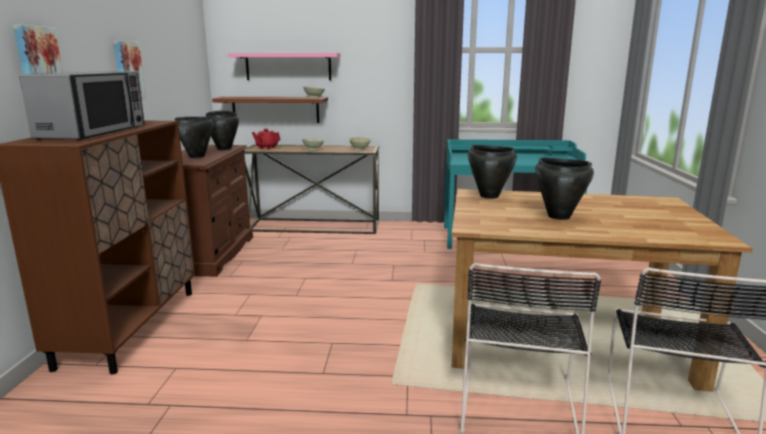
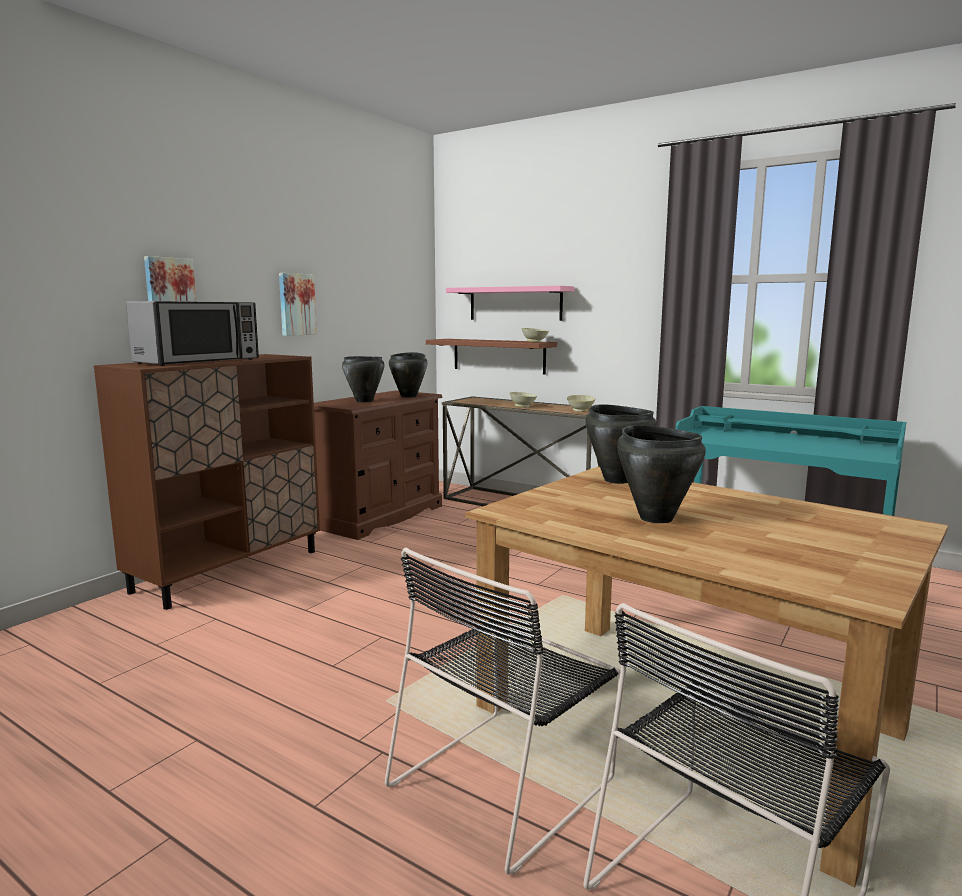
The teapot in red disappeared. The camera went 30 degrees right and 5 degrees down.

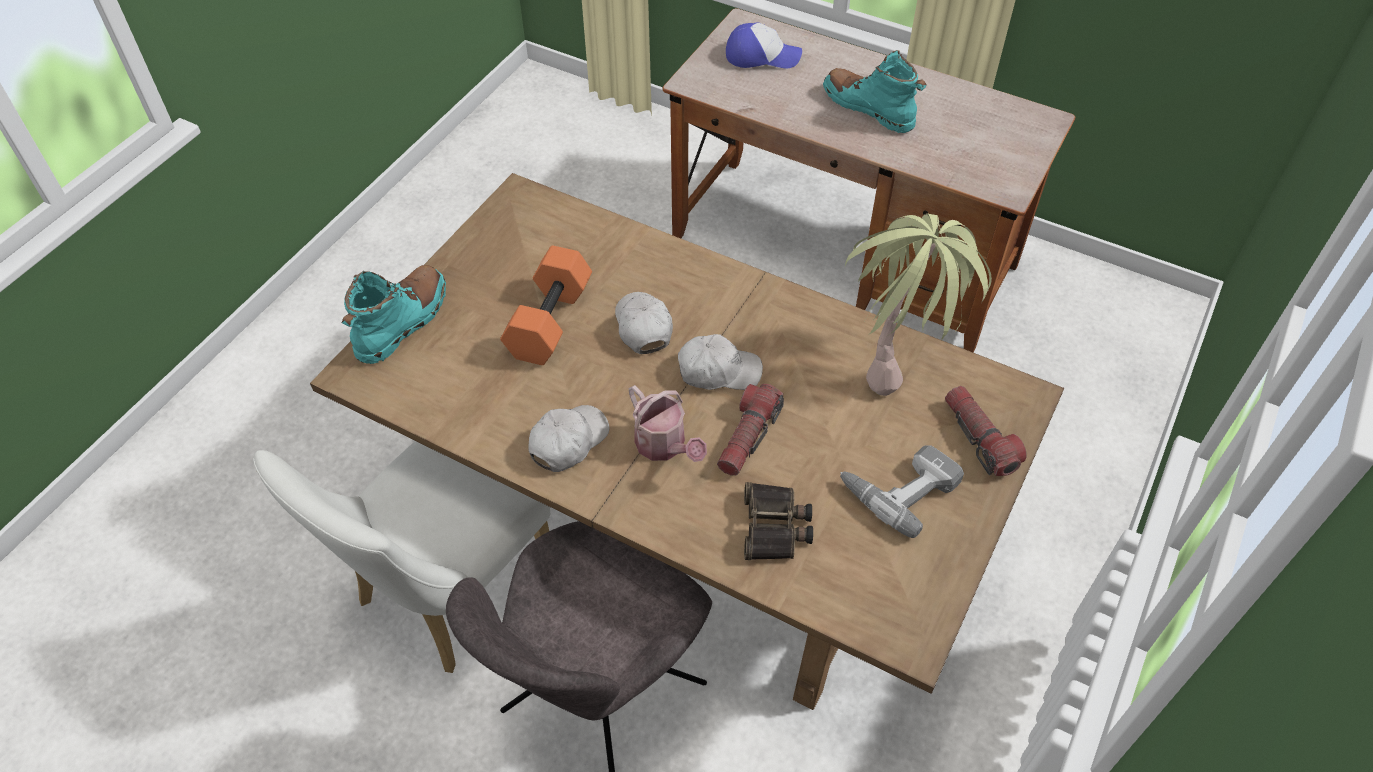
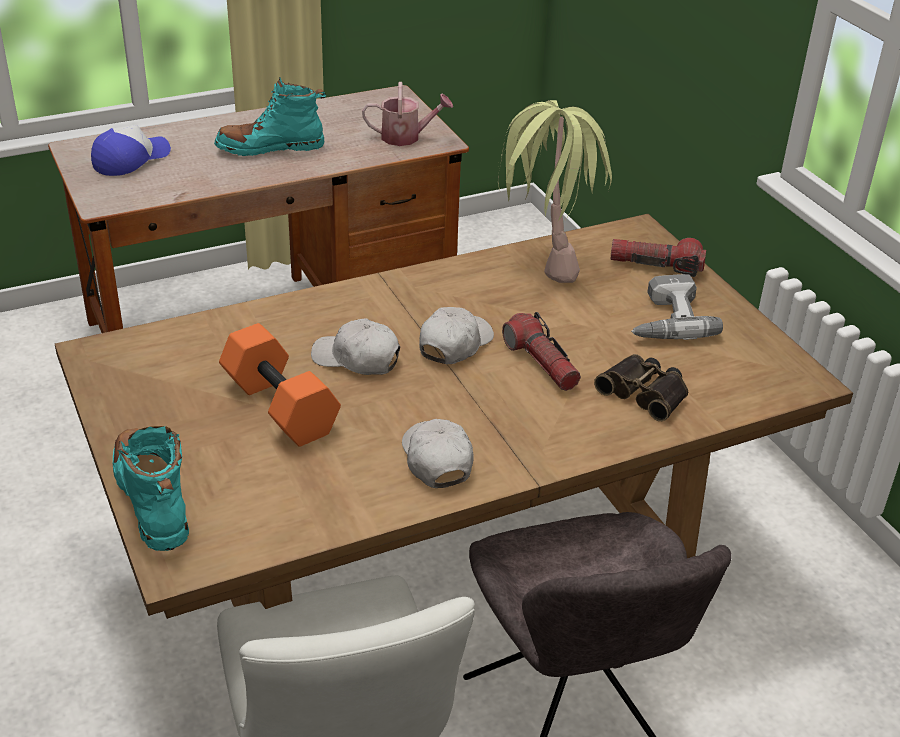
The watering can moved. The camera went 55 degrees left and 15 degrees down.

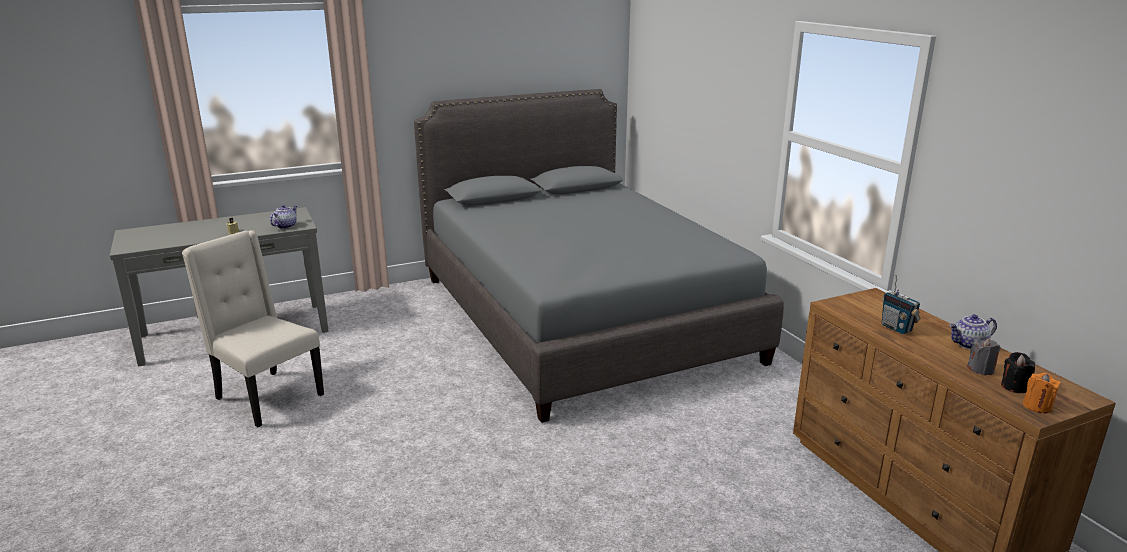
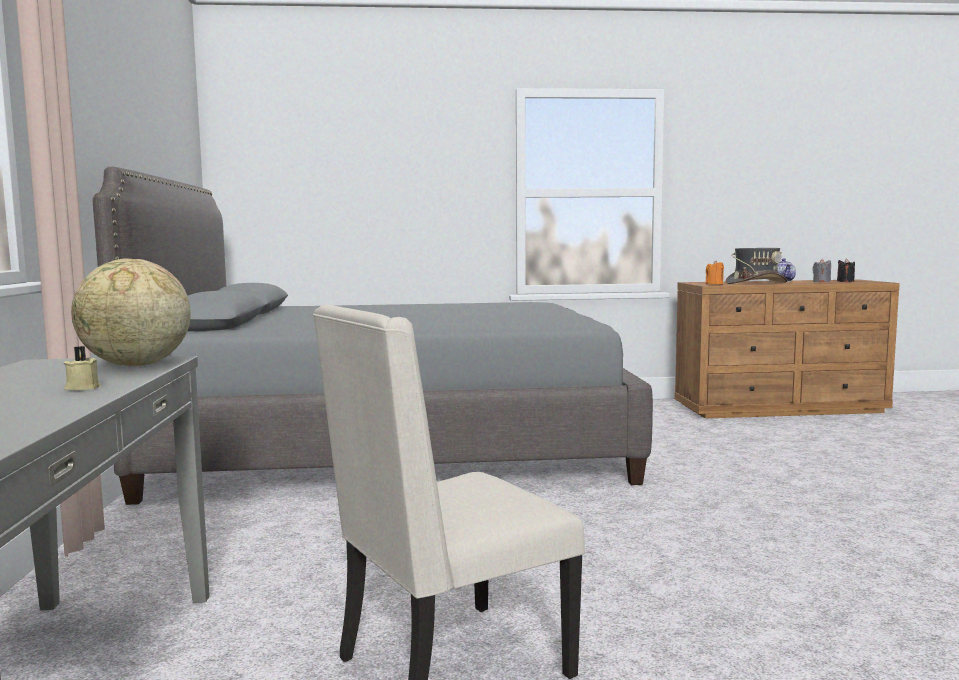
The teapot (1st from left) was replaced by the globe. The radio was replaced by the hat in grey. The candle in orange moved. The camera went 70 degrees left and 15 degrees down.

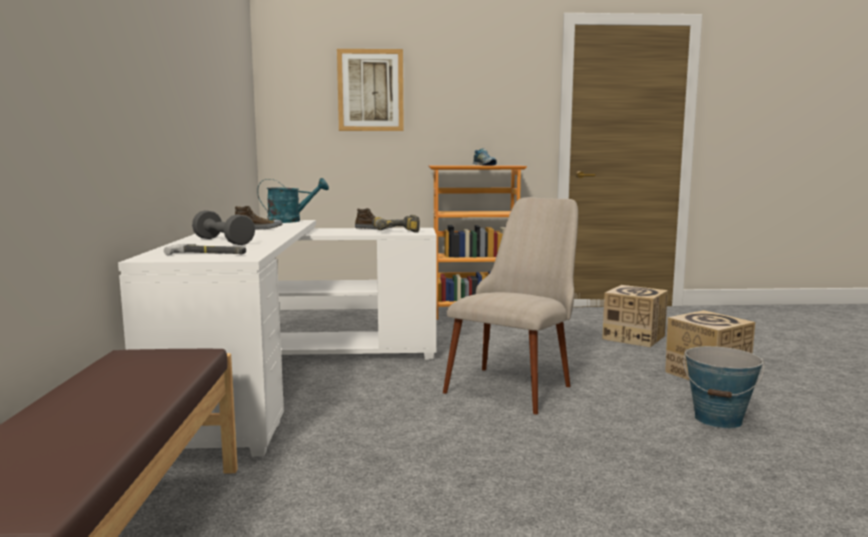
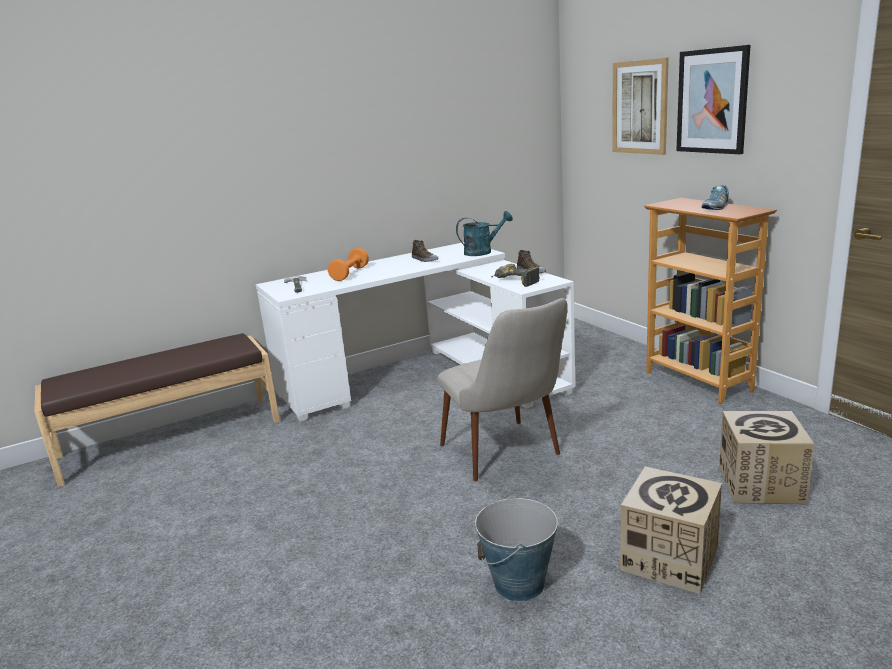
The watering can in turquoise turned 75 degrees counterclockwise. The chair in beige turned 60 degrees clockwise. The dumbbell in grey became the dumbbell in orange. The picture (2nd from left) appeared. The camera went 65 degrees right and 10 degrees up.

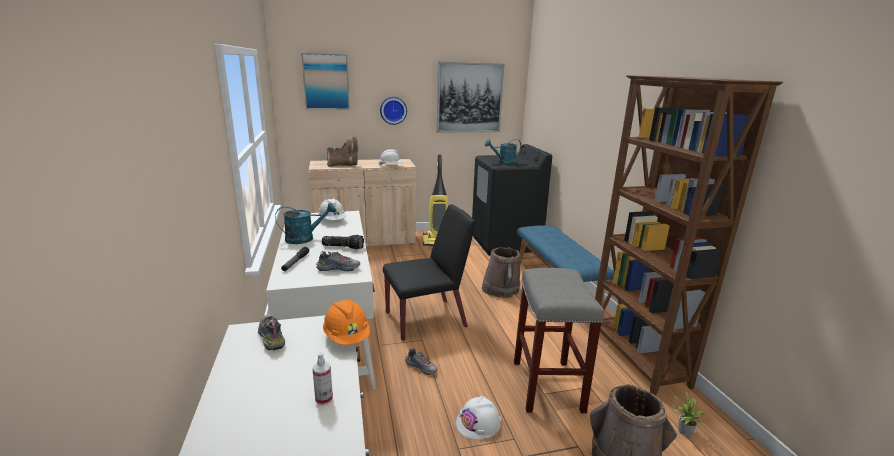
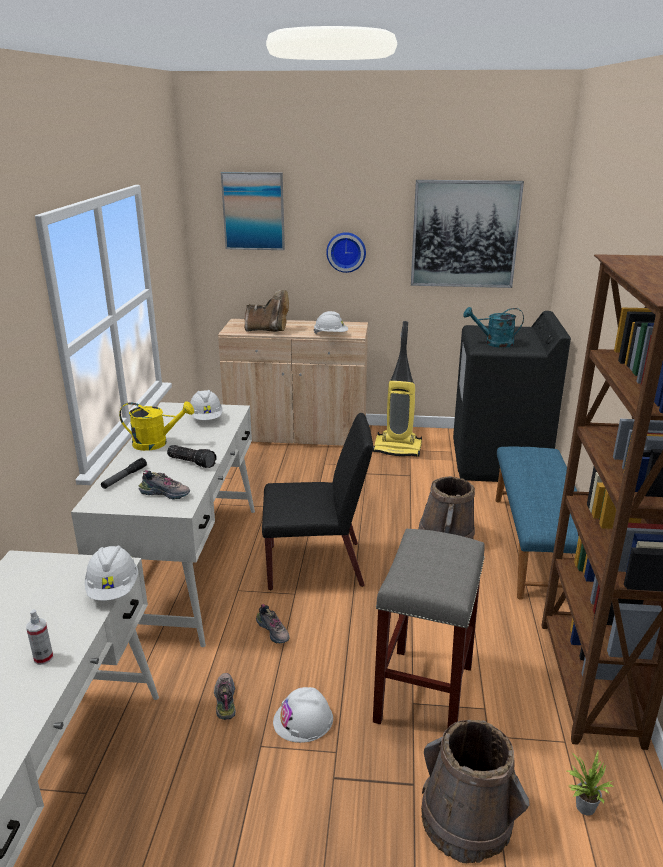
The watering can in turquoise (1st from left) became the watering can in yellow. The hard hat in orange became the hard hat in white (1st from left). The shoe (1st from left in the first image) moved. The camera went 20 degrees right and 5 degrees up.

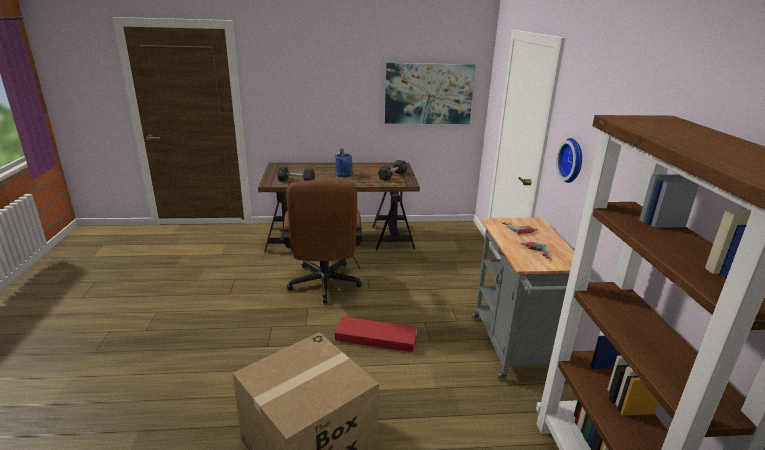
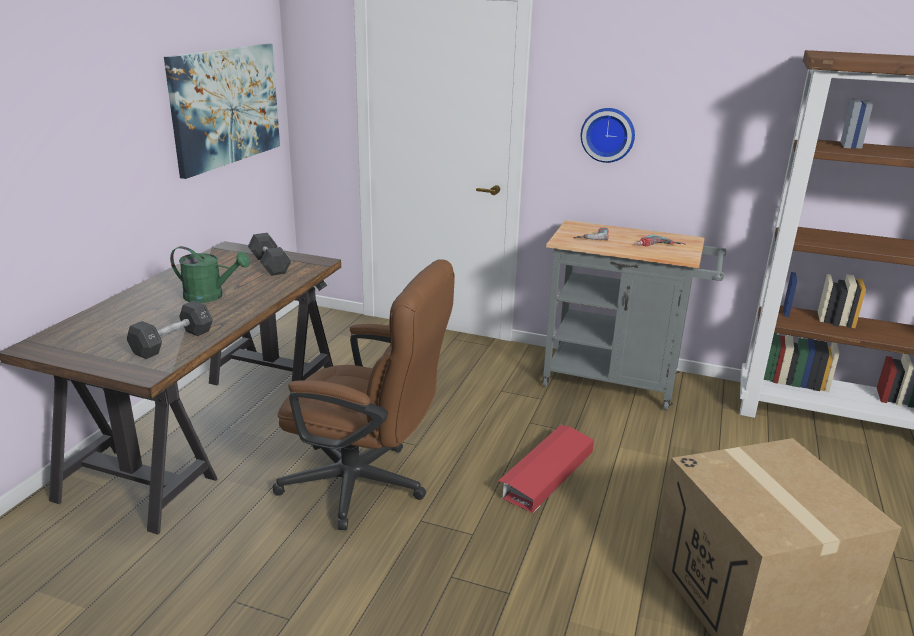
The watering can in blue became the watering can in green. The camera went 65 degrees left and 0 degrees up.

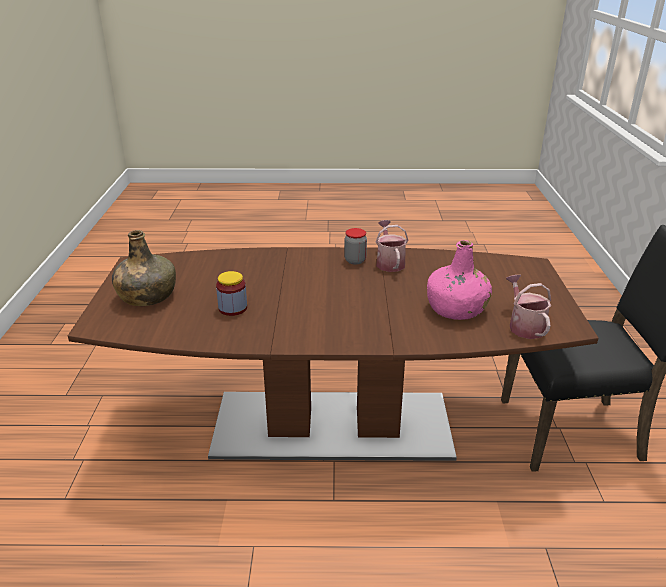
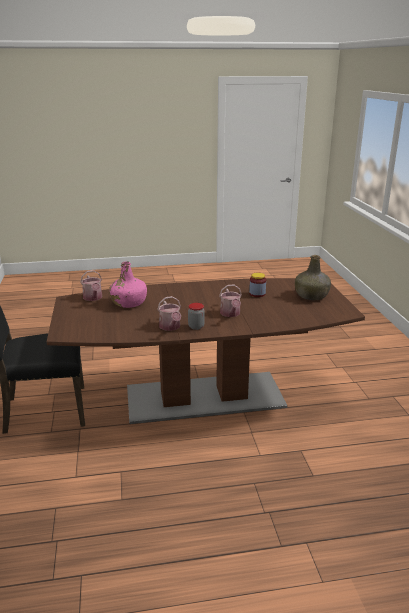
The watering can (3rd from left) appeared. The camera went 170 degrees right and 5 degrees down.

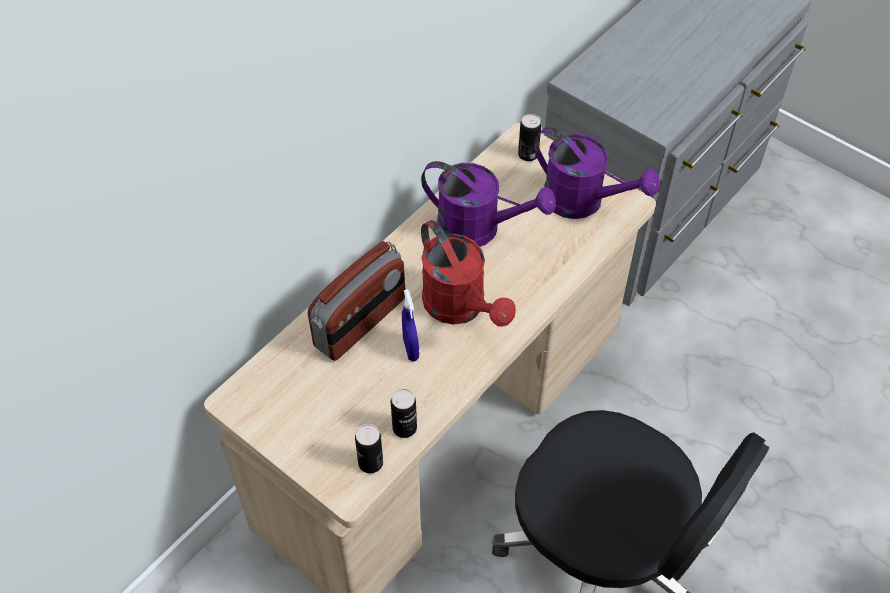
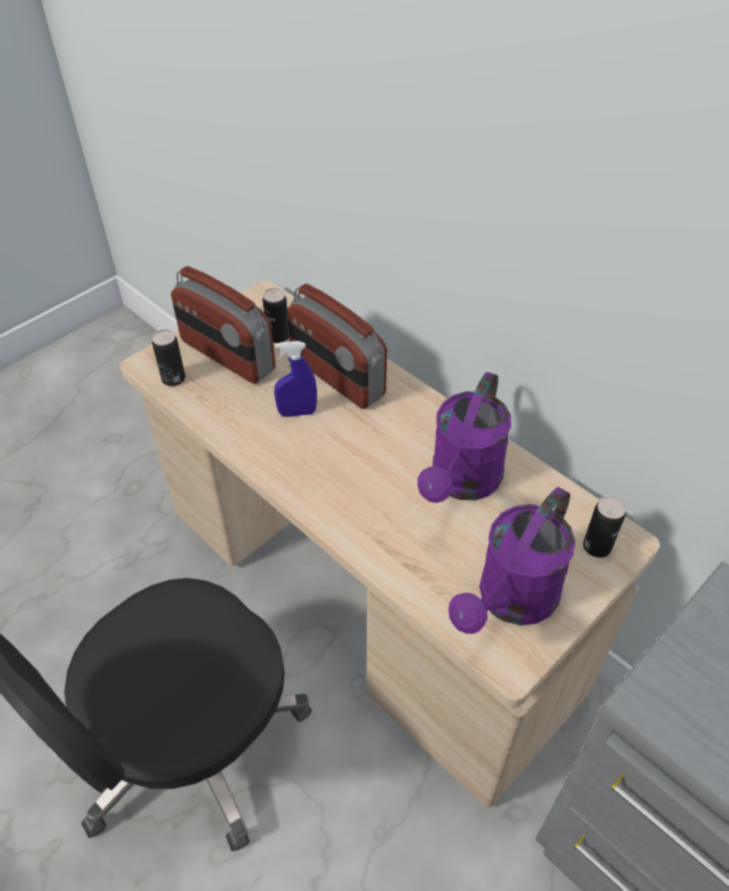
The watering can in red disappeared. The can (2nd from left) moved. The radio (1st from left) appeared. The camera went 95 degrees right and 5 degrees down.

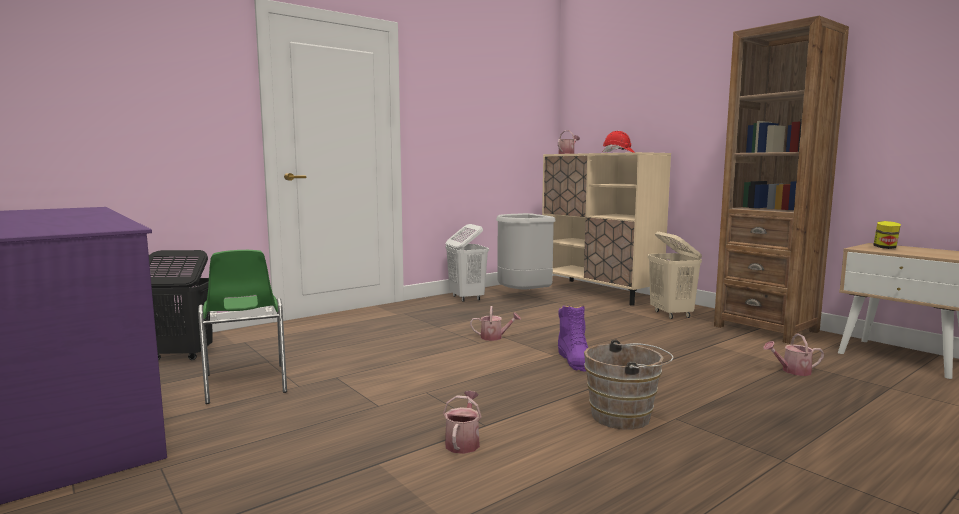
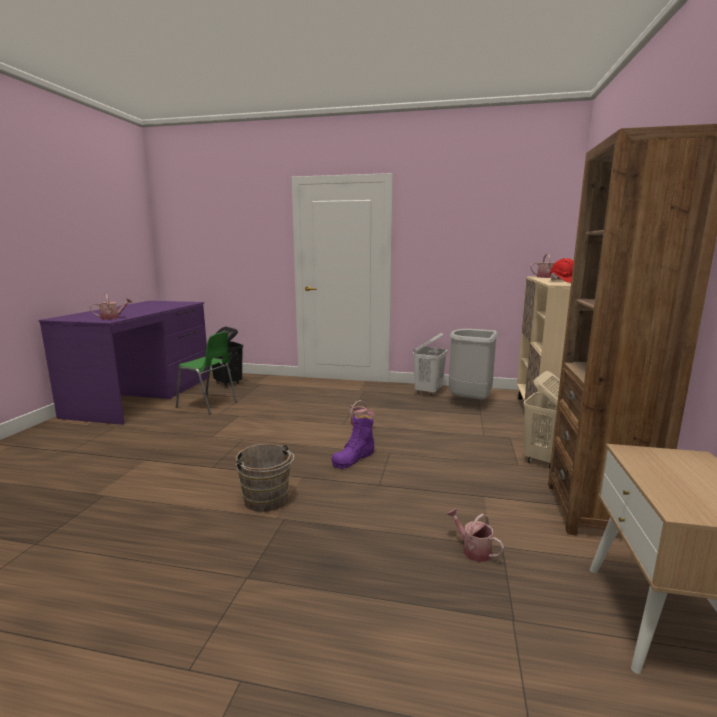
The jar disappeared. The chair in green turned 90 degrees counterclockwise. The watering can (1st from left) moved. The camera went 50 degrees right and 5 degrees up.

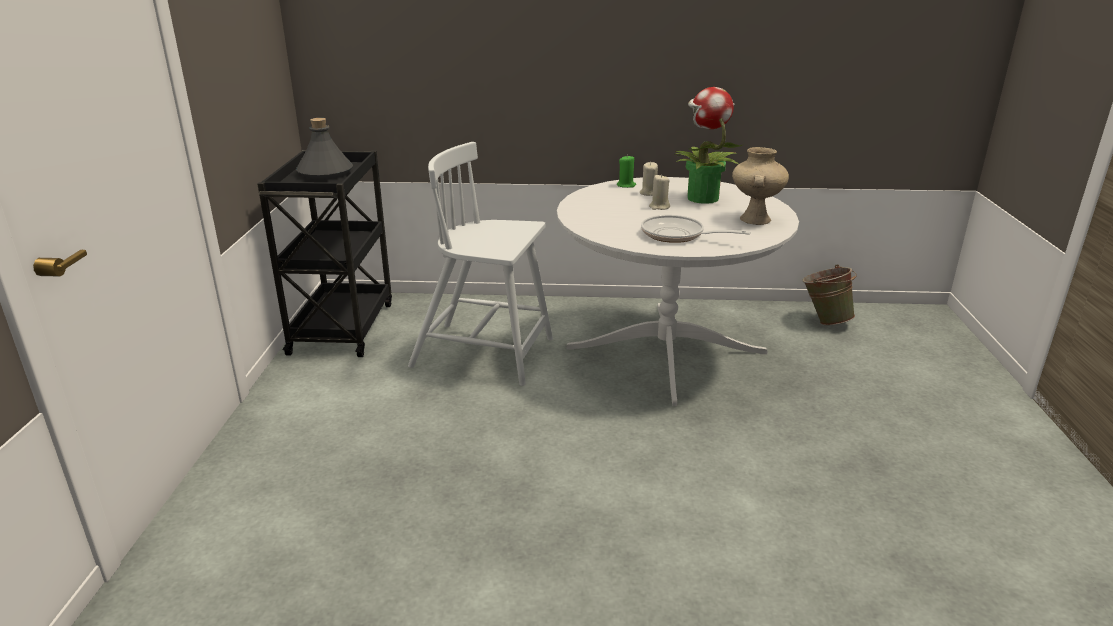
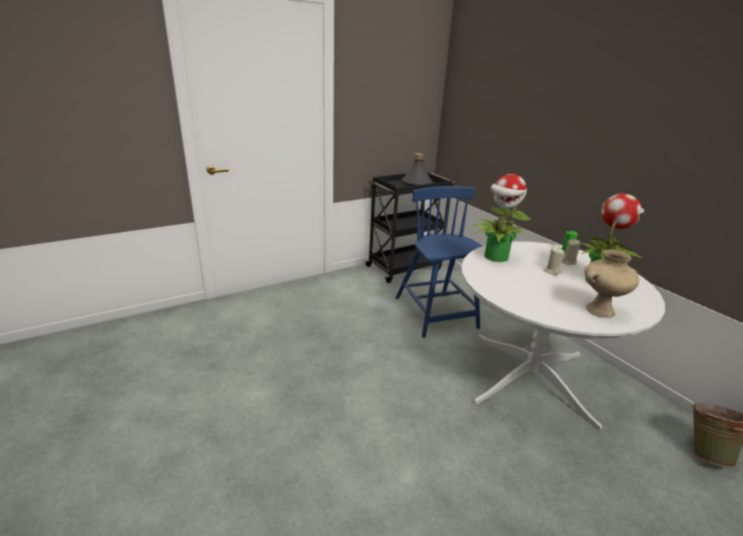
The chair in white became the chair in blue. The frying pan disappeared. The potted plant (1st from left) appeared. The camera went 55 degrees right and 0 degrees up.

